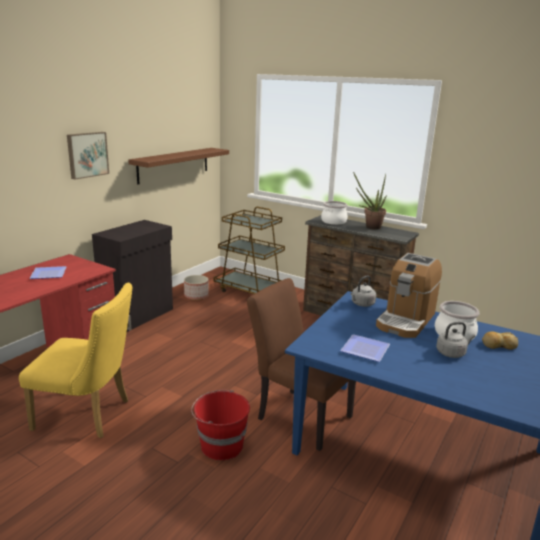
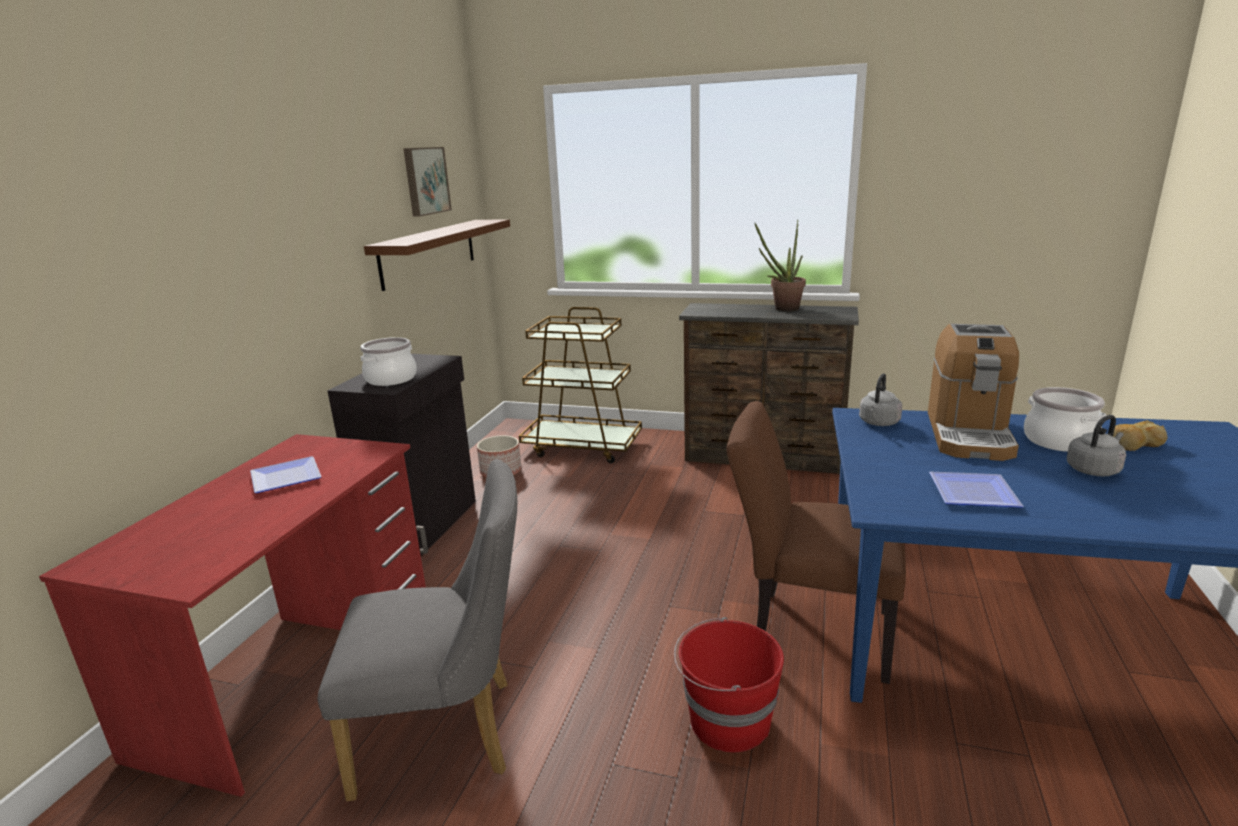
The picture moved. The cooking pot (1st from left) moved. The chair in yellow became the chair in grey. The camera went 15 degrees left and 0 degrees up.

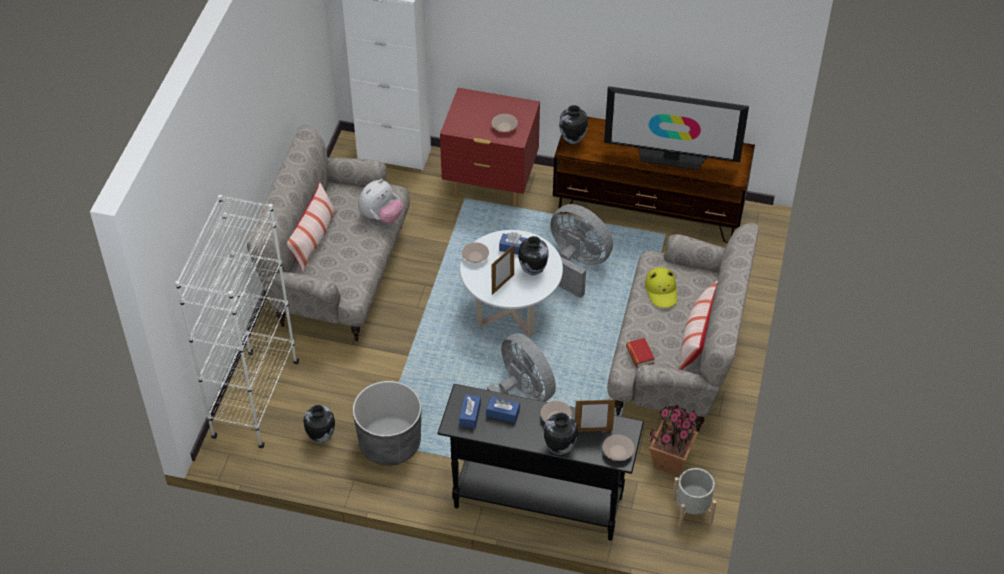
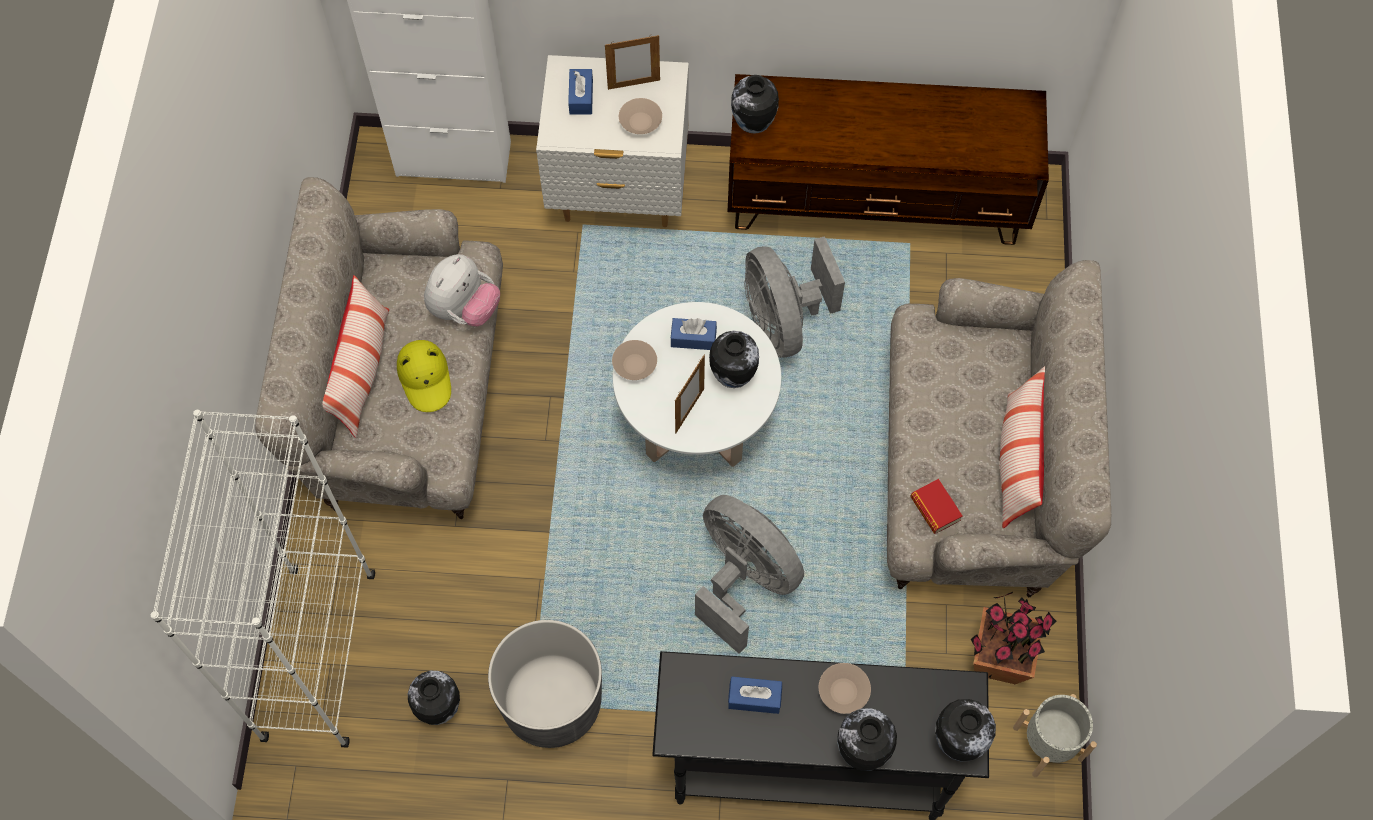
The television disappeared. The nightstand in red became the nightstand in white. The fan in grey (2nd from left) turned 135 degrees counterclockwise. The hat in yellow moved. The tissue box in blue (1st from left) moved. The picture frame (2nd from left in the first image) moved. The bowl in beige (4th from left) was replaced by the vase (5th from left). The camera went 10 degrees left and 15 degrees up.

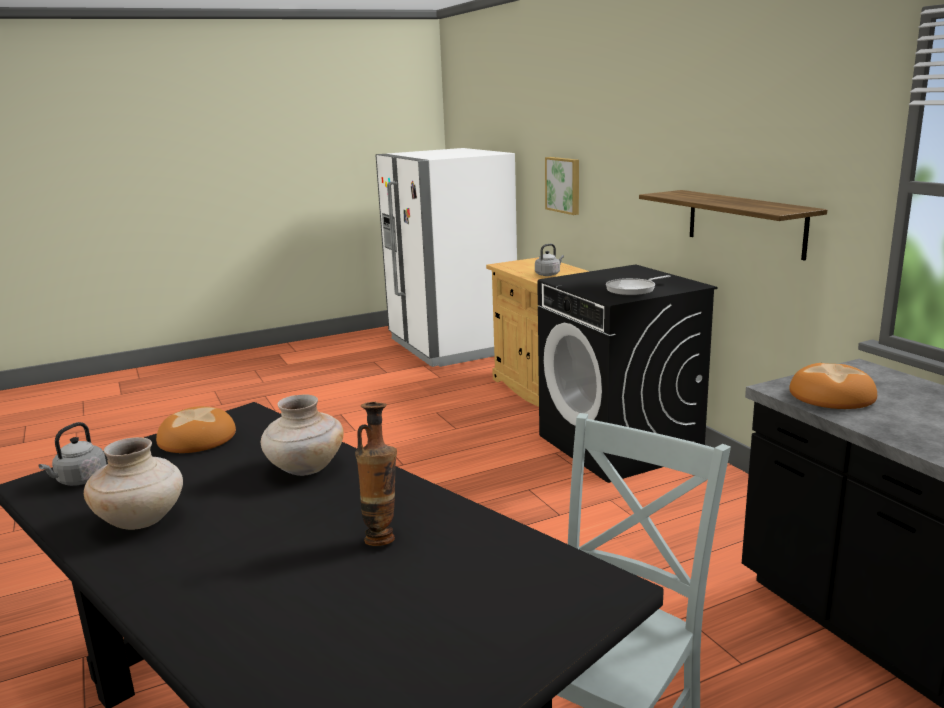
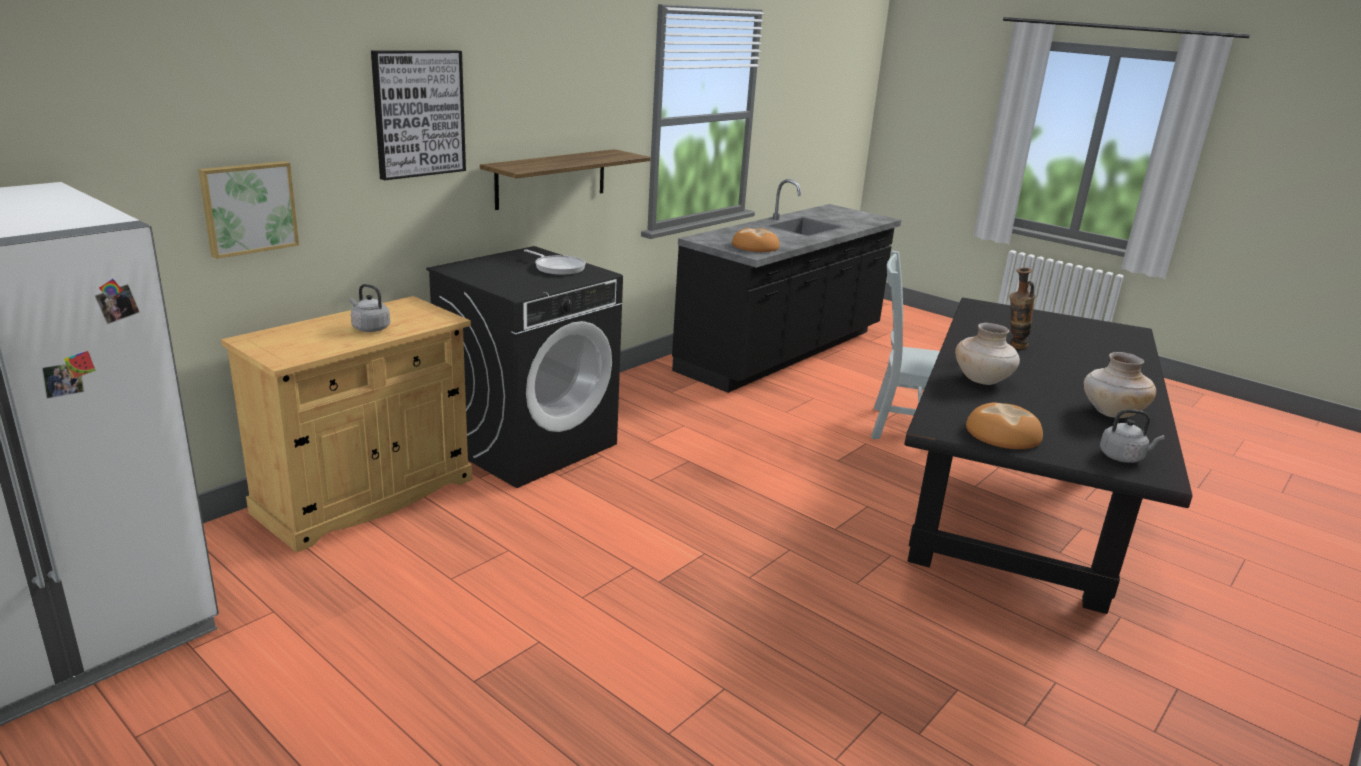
The picture (2nd from left) appeared. The camera went 115 degrees left and 5 degrees up.

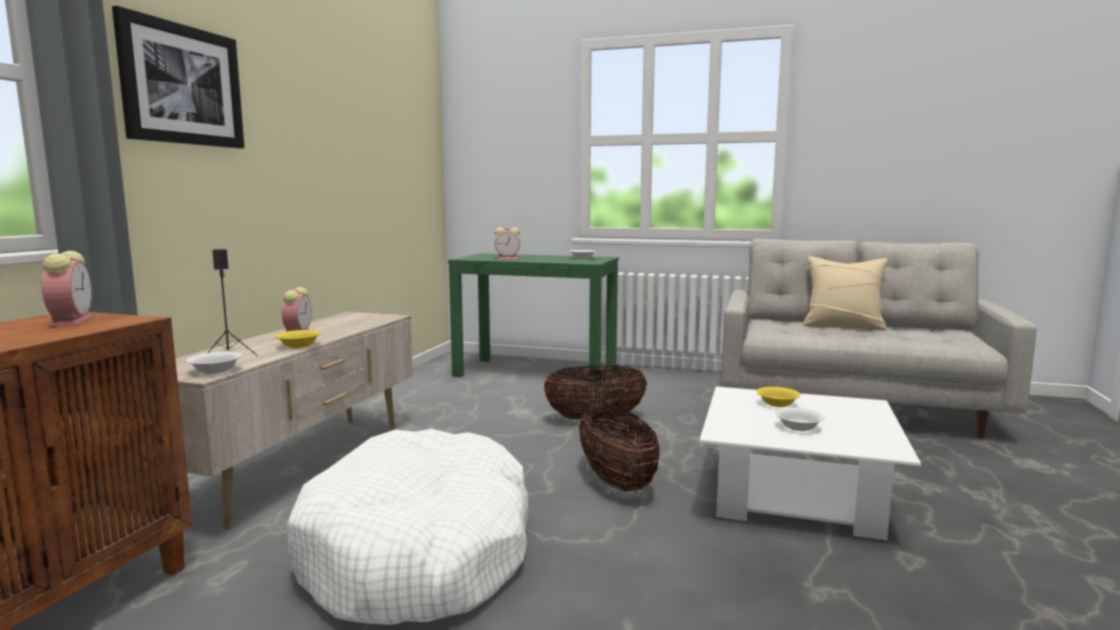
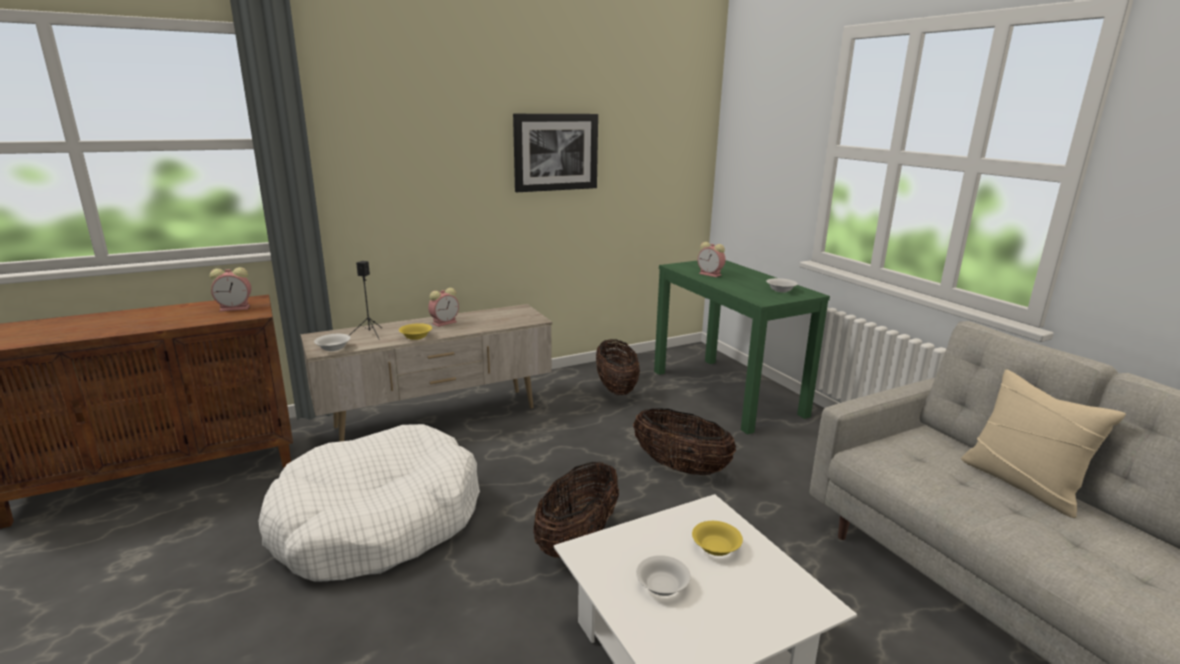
The picture moved. The alarm clock (1st from left) turned 45 degrees clockwise. The basket (2nd from left) appeared. The camera went 45 degrees right and 10 degrees up.

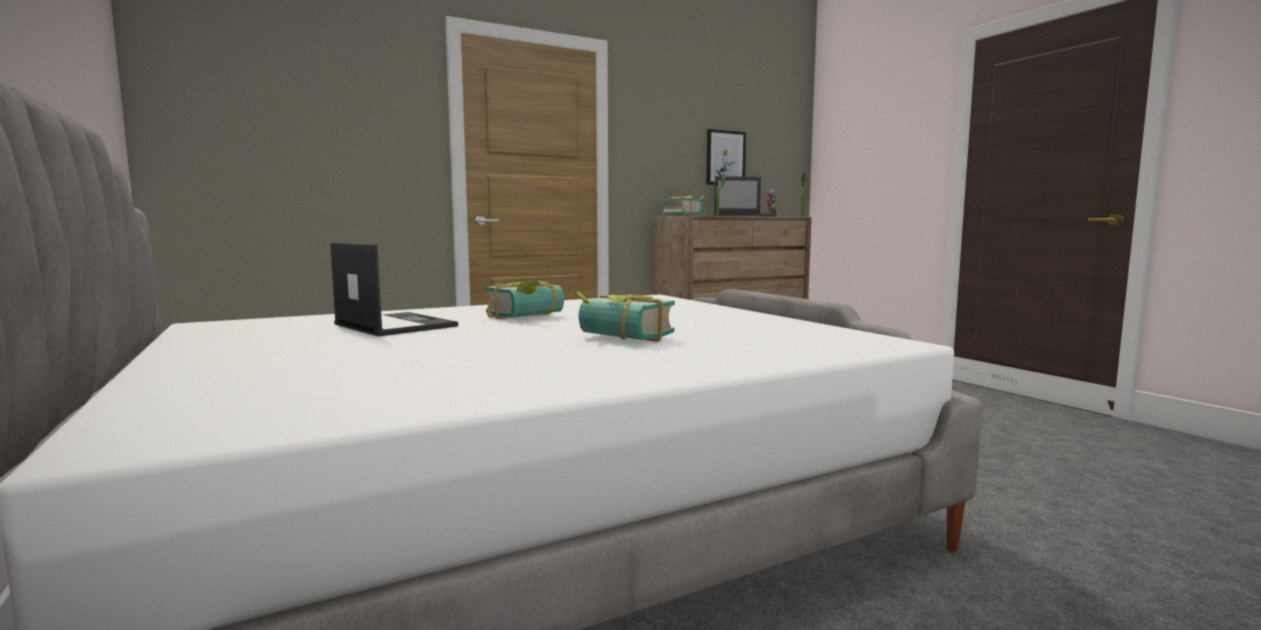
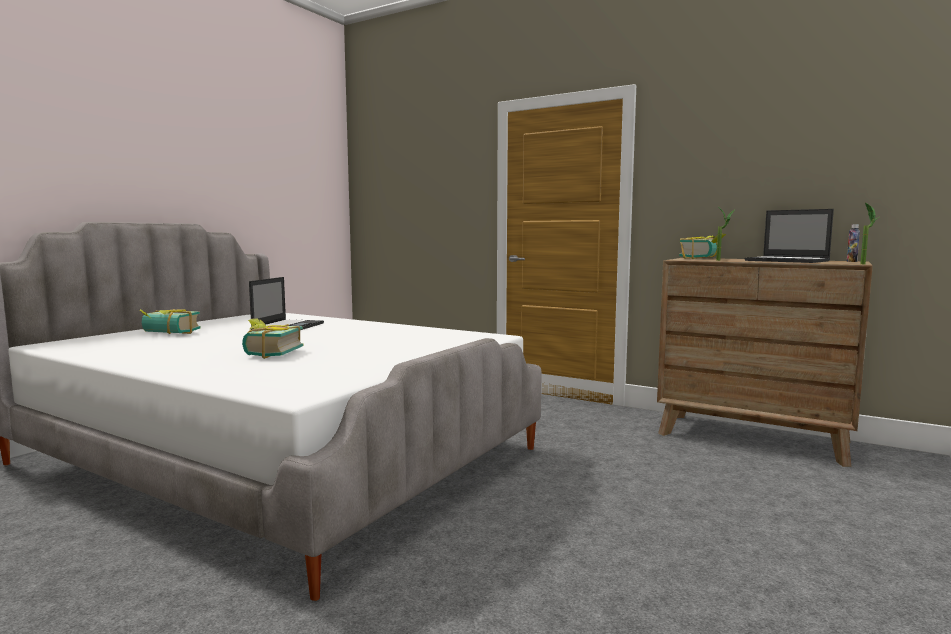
The picture disappeared. The book (1st from left) moved. The camera went 60 degrees right and 0 degrees up.

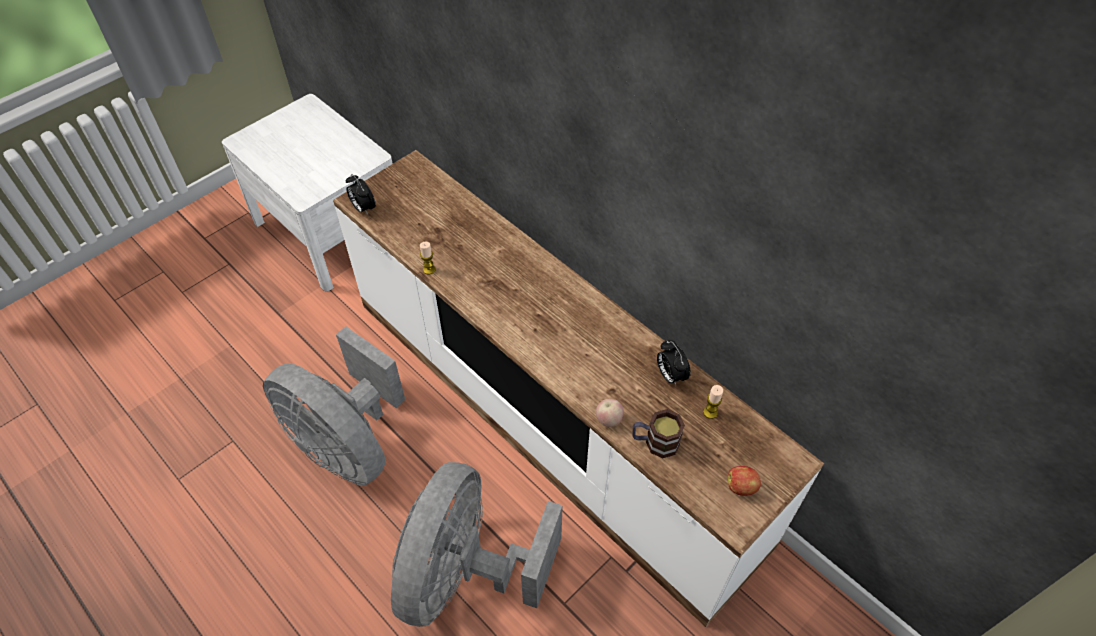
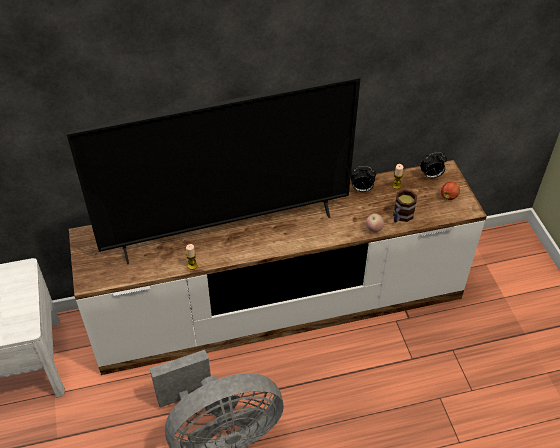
The alarm clock (1st from left in the first image) moved. The fan in grey (2nd from left) disappeared. The television appeared. The camera went 60 degrees left and 5 degrees down.

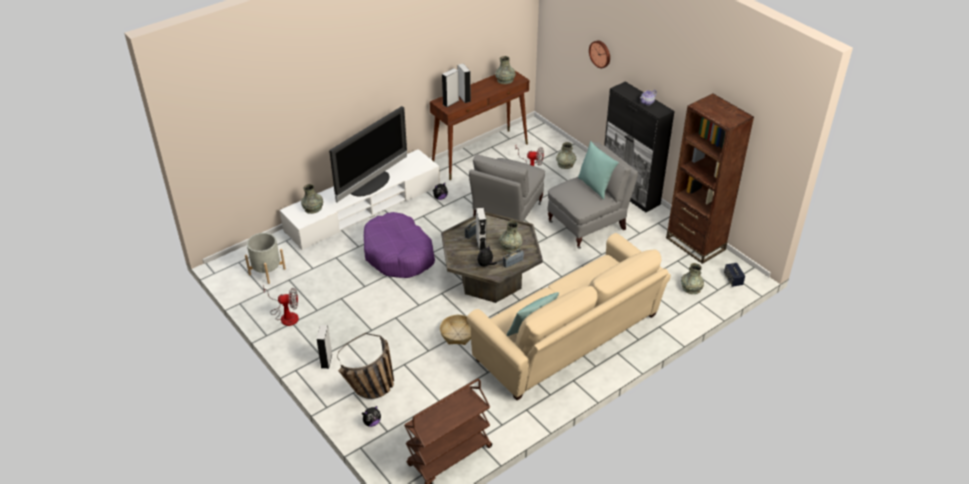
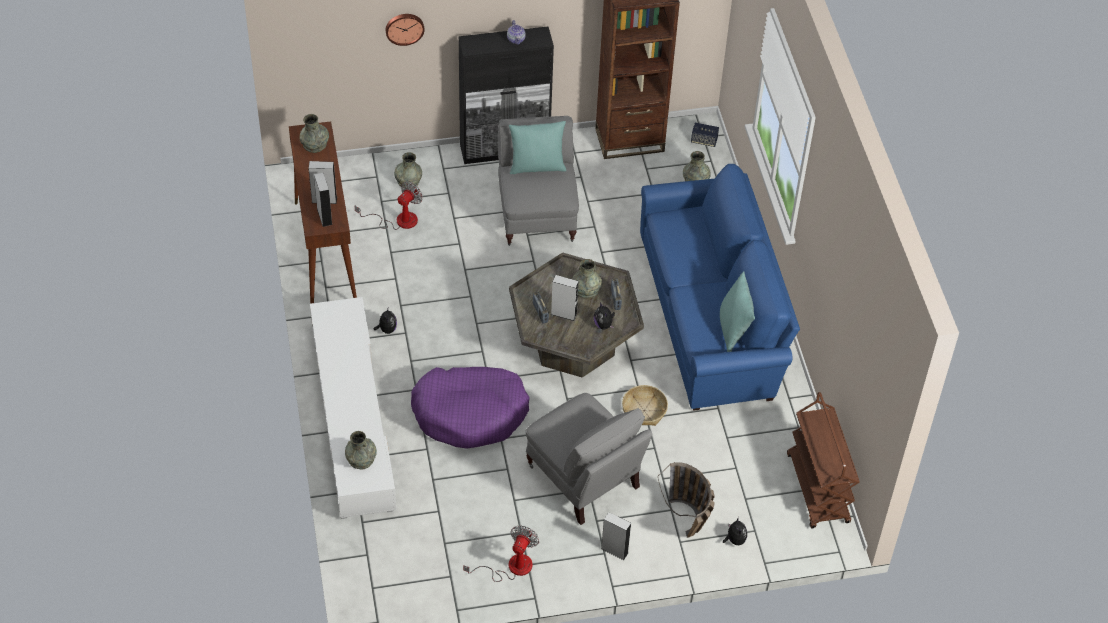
The television disappeared. The armchair in grey (1st from left in the first image) moved. The planter in grey disappeared. The sofa in beige became the sofa in blue. The camera went 65 degrees left and 10 degrees up.

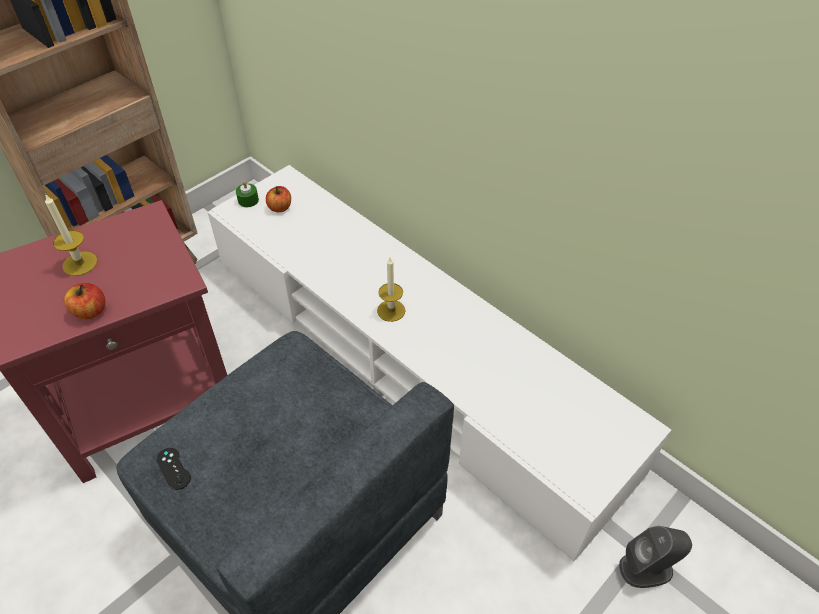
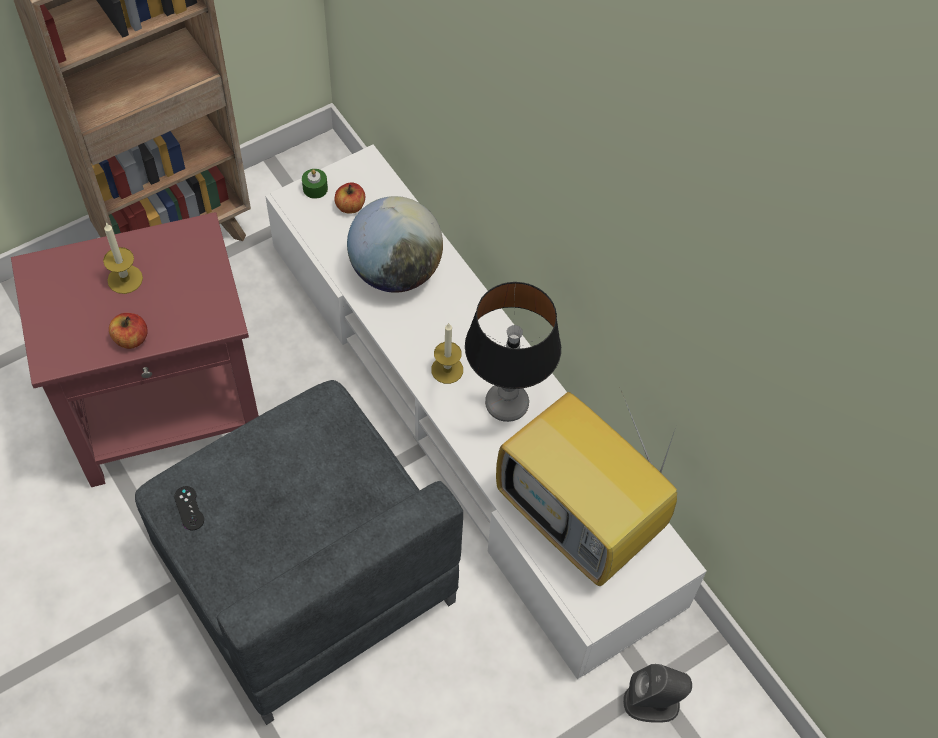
The globe appeared. The table lamp appeared. The television appeared. The camera went 10 degrees right and 10 degrees up.

